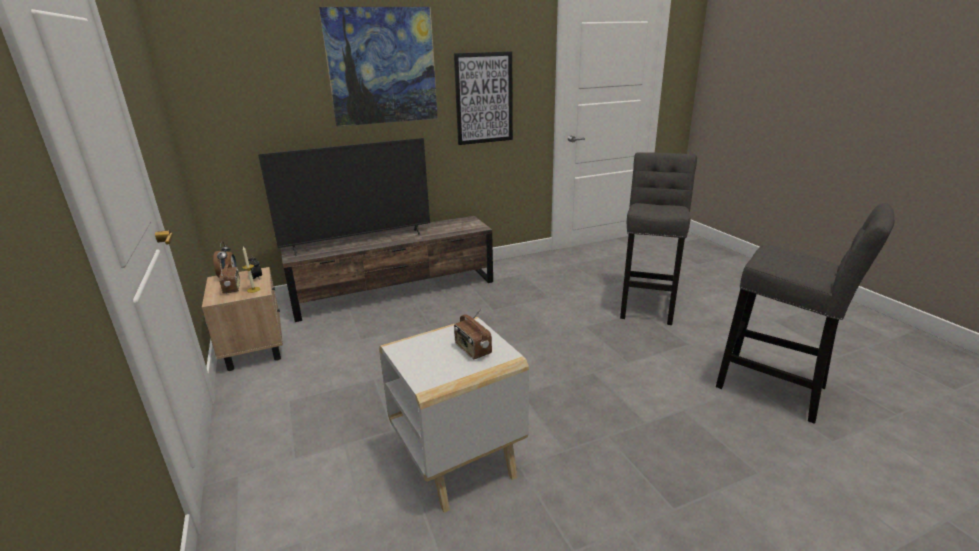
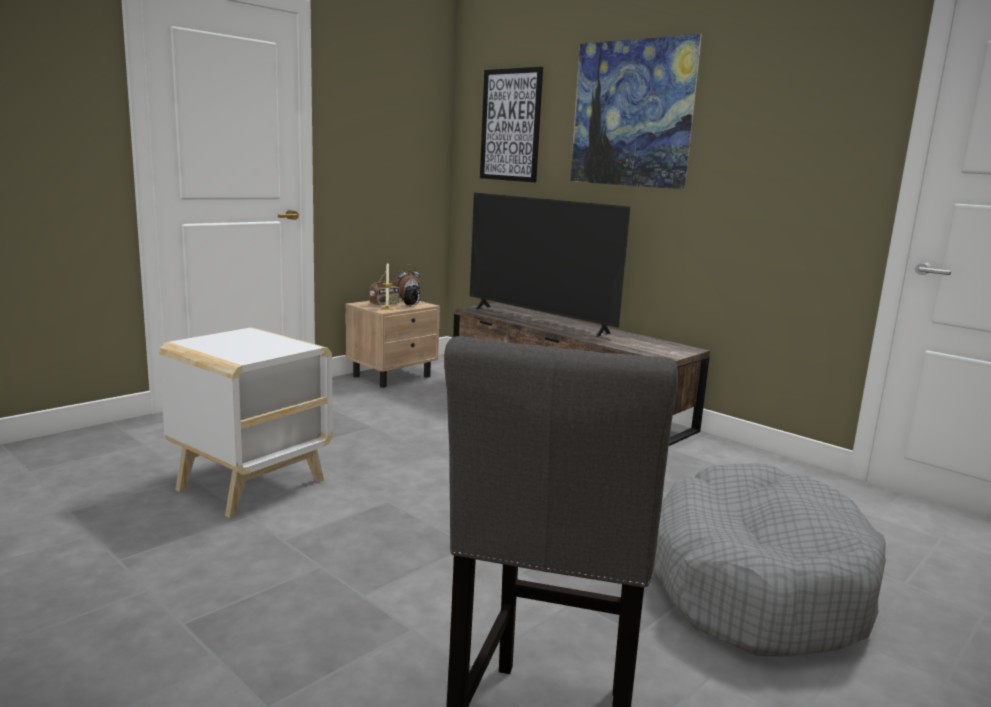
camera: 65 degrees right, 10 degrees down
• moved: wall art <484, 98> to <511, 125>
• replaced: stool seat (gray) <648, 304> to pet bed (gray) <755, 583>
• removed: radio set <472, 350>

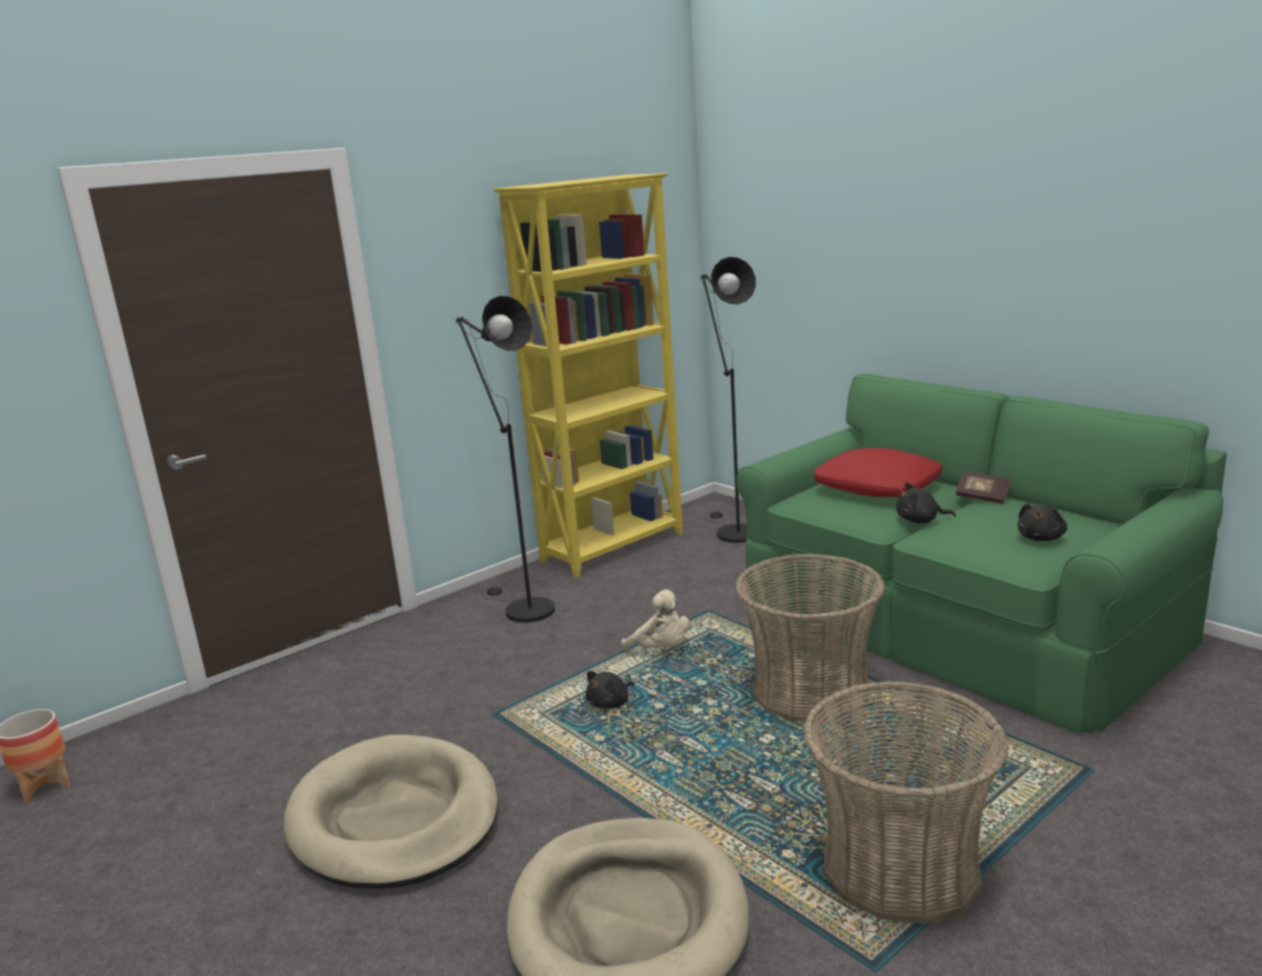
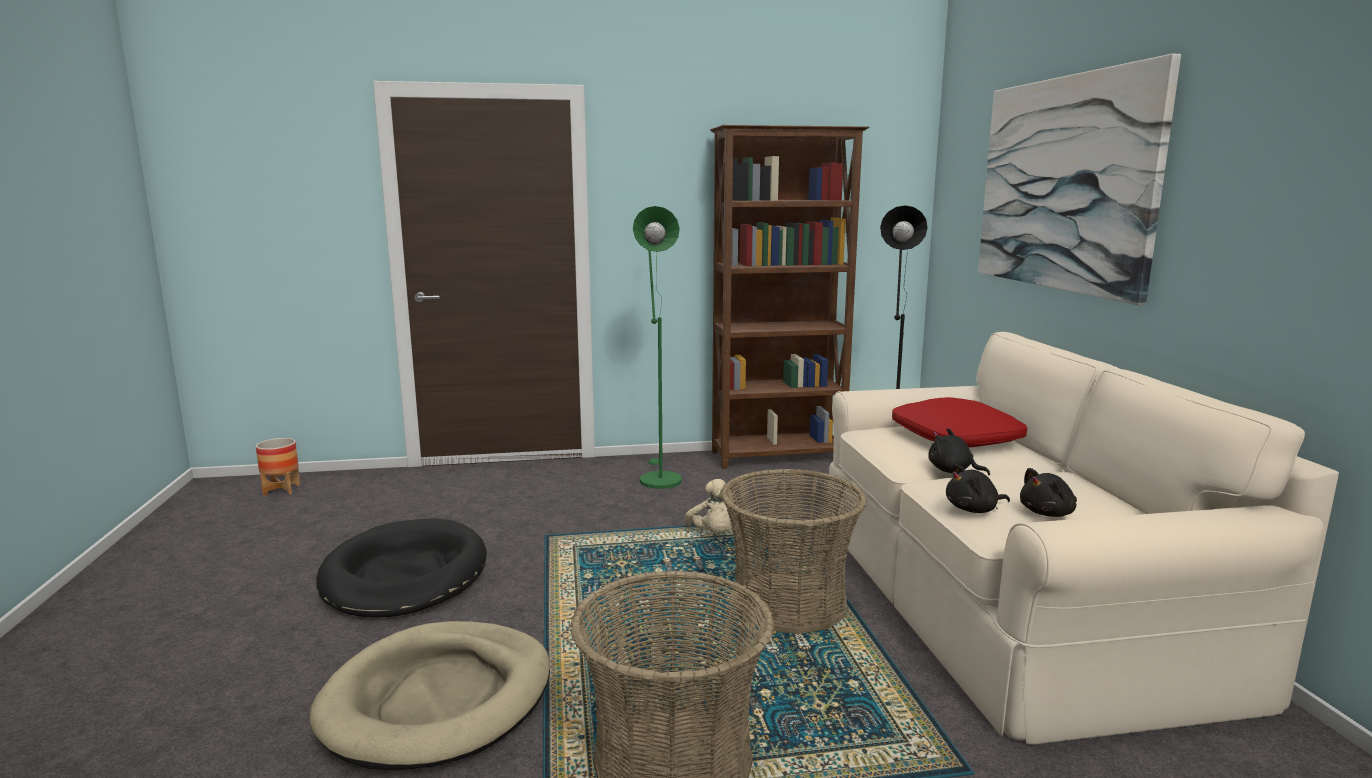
camera: 30 degrees right, 5 degrees down
• recoloured: pet bed (beige-coloured) <395, 819> to pet bed (black-coloured) <405, 575>
• recoloured: floor lamp (black-coloured) <522, 608> to floor lamp (green-coloured) <658, 478>
• recoloured: shelving unit (yellow) <615, 548> to shelving unit (brown-coloured) <779, 457>
• recoloured: couch (green-coloured) <959, 621> to couch (beige-coloured) <1007, 599>
• moved: cuddly toy (black-coloured) <610, 703> to <974, 510>
• added: wall art <1064, 184>
• removed: bound book <982, 497>

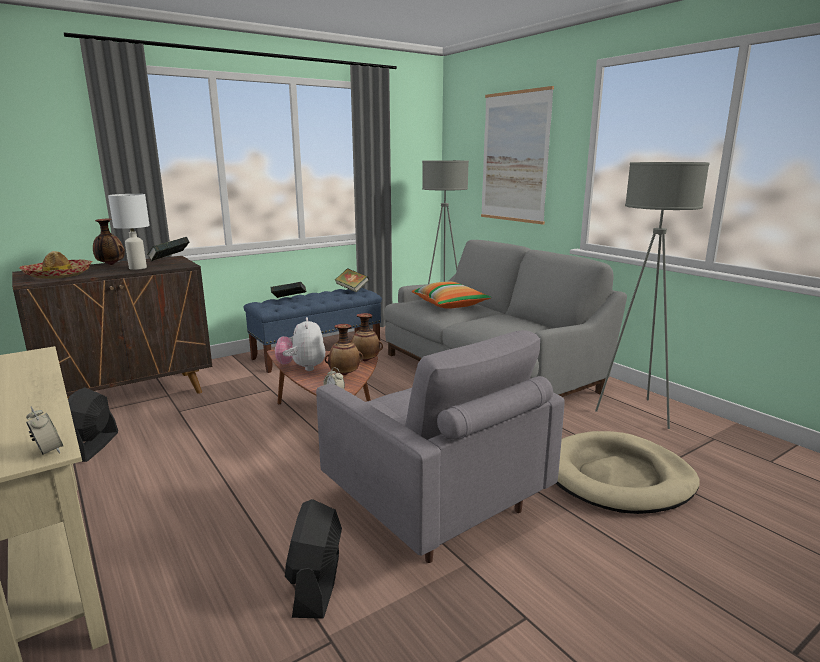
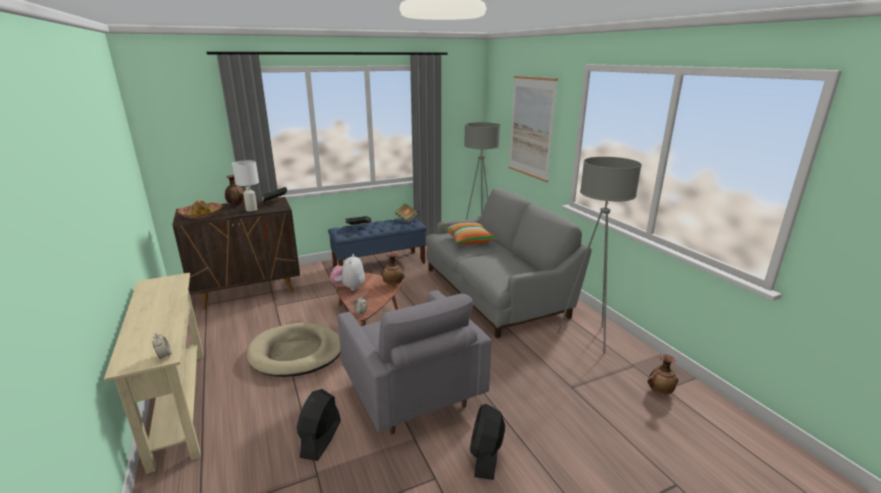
camera: 10 degrees right, 5 degrees up
• moved: pet bed (beige-coloured) <617, 477> to <296, 353>
• moved: fan (black-coloured) <92, 447> to <486, 456>
• moved: vase <344, 374> to <660, 391>

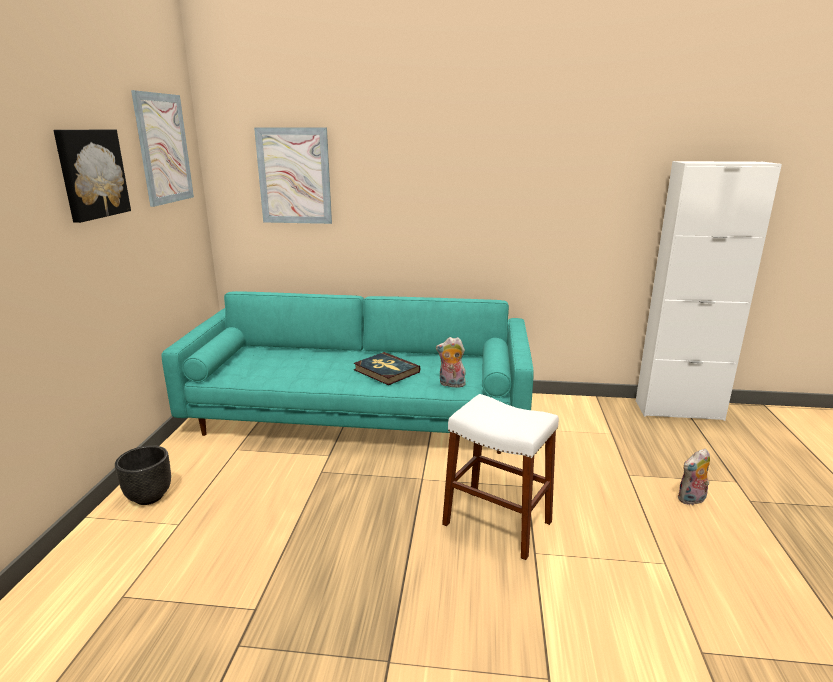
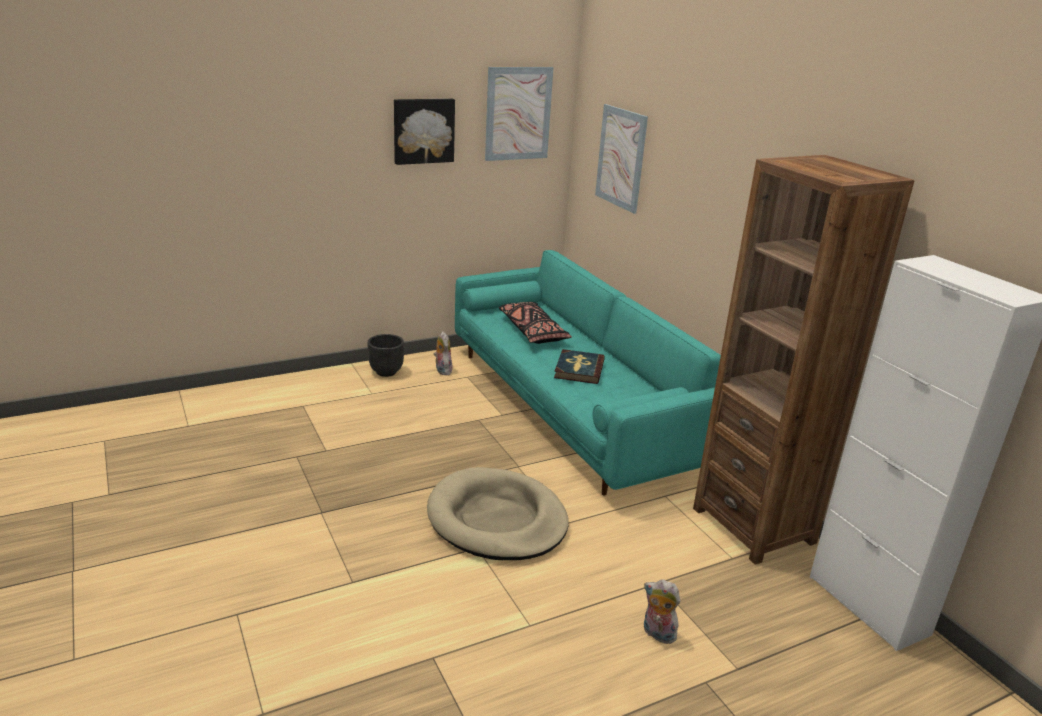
camera: 55 degrees right, 5 degrees up
• replaced: stool seat (white-coloured) <497, 523> to pet bed (beige-coloured) <497, 519>
• moved: cuddly toy <451, 384> to <442, 370>
• added: throw pillow (black-coloured) <532, 331>
• added: shelving unit (brown-coloured) <753, 525>

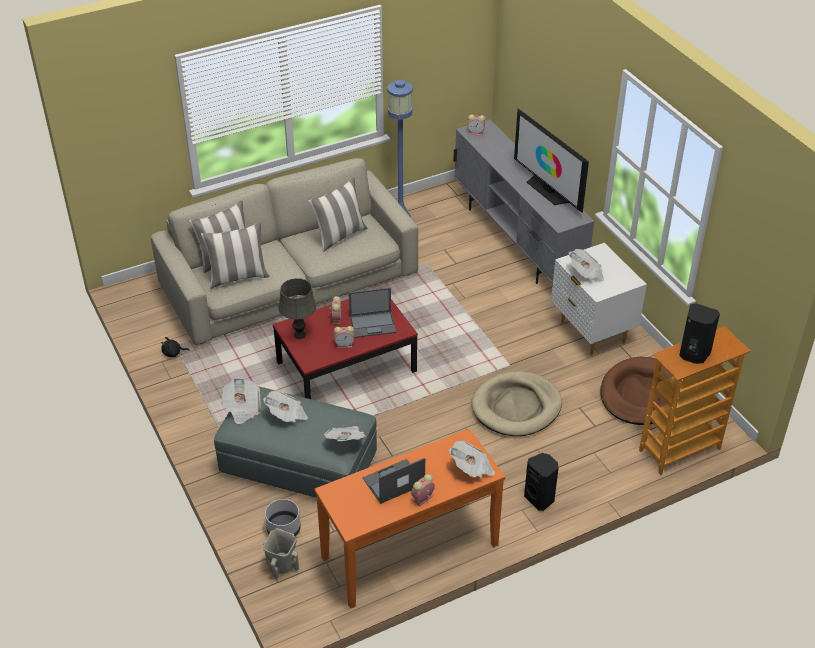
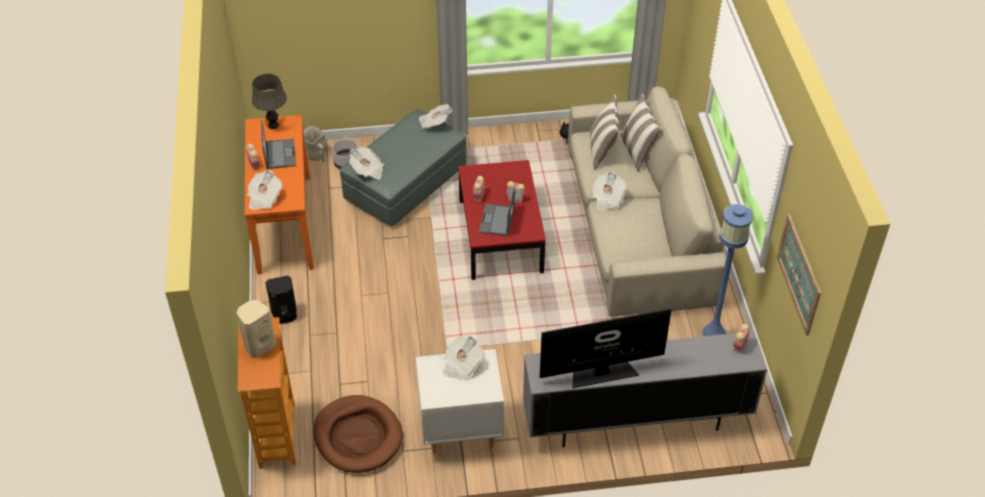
camera: 110 degrees right, 5 degrees up
• recoloured: audio speaker (black-coloured) <693, 355> to audio speaker (beige-coloured) <259, 345>
• moved: tabletop lamp (gray) <299, 334> to <273, 125>
• moved: printed paper <287, 415> to <607, 198>
• added: wall art <799, 274>
• removed: throw pillow <339, 236>
• removed: pet bed (beige-coloured) <516, 407>

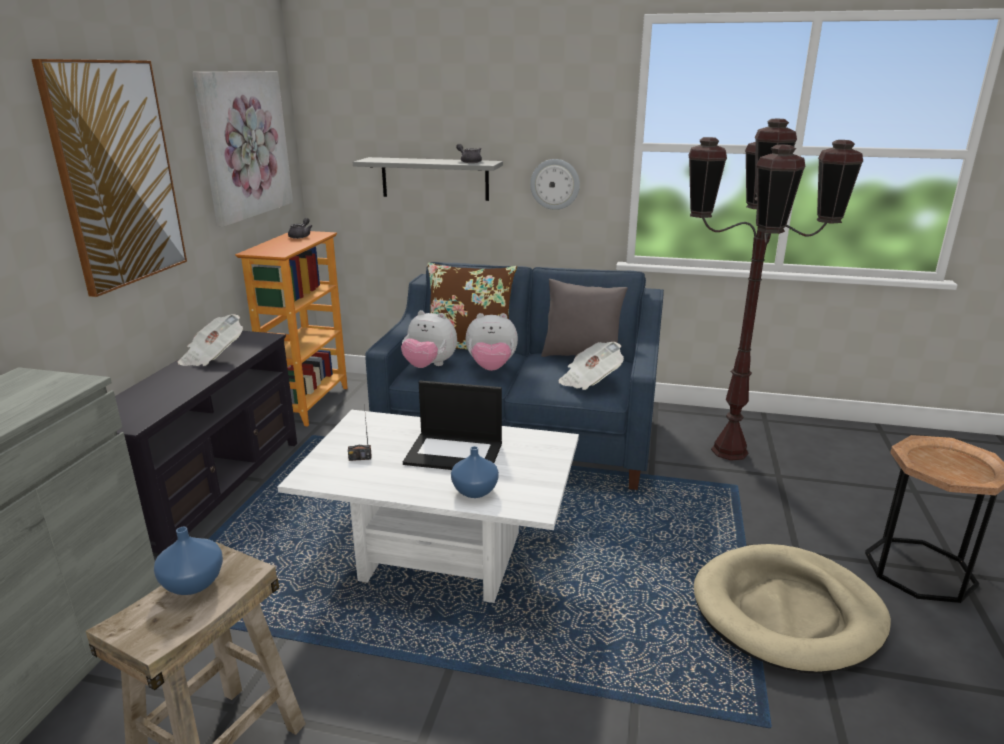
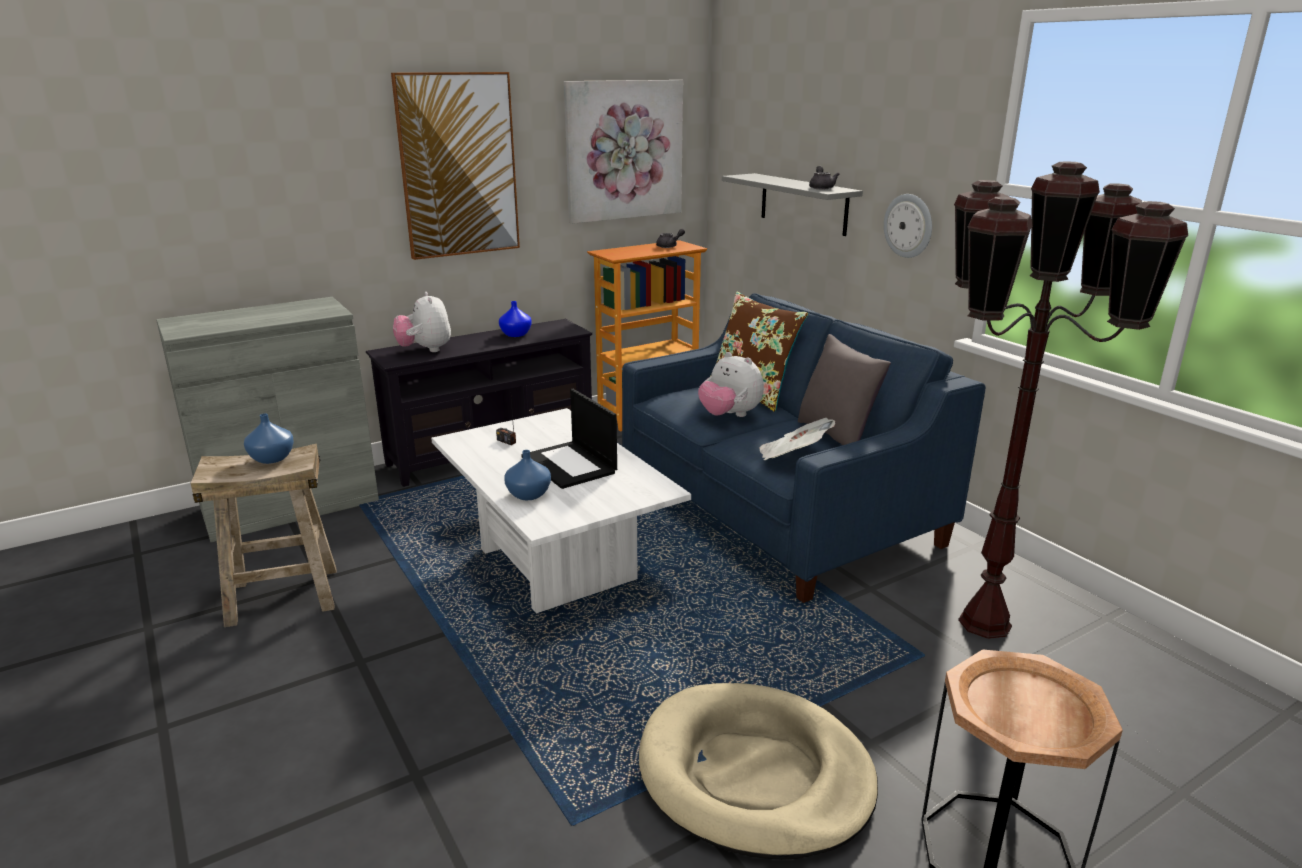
camera: 45 degrees right, 0 degrees up
• moved: cuddly toy <429, 366> to <425, 350>
• replaced: printed paper <213, 357> to vase (bluish) <515, 334>

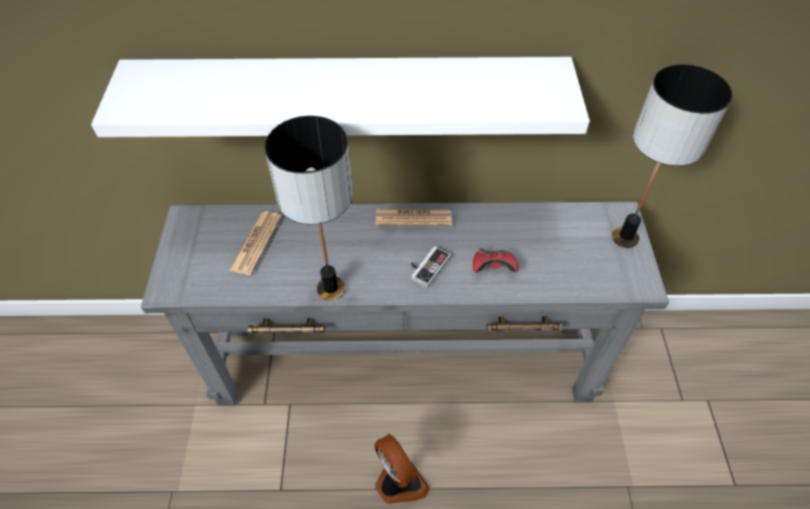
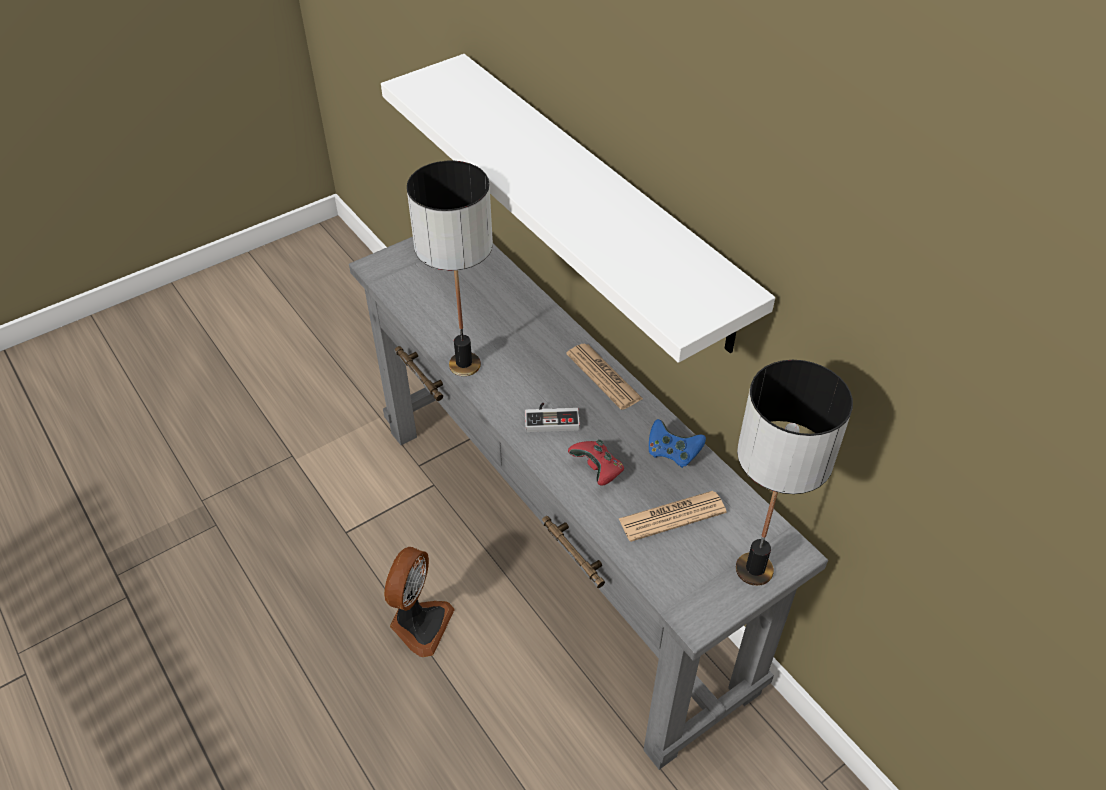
camera: 55 degrees right, 5 degrees down
• moved: printed paper <256, 243> to <672, 516>
• added: joypad (bluish) <672, 453>

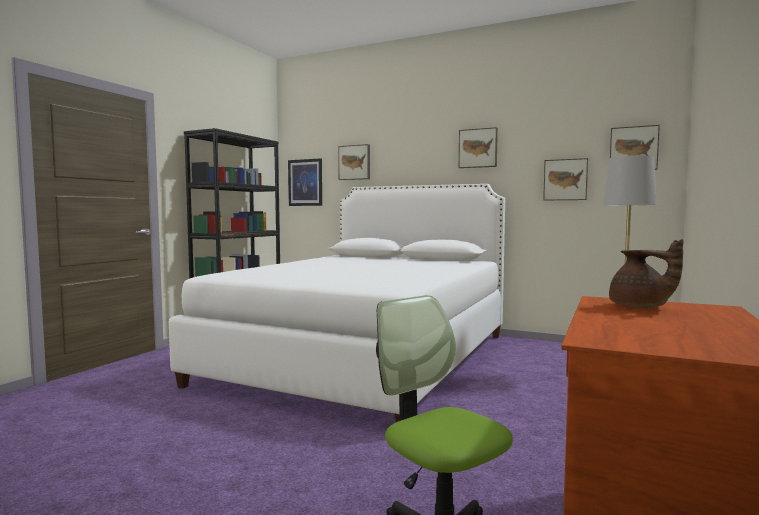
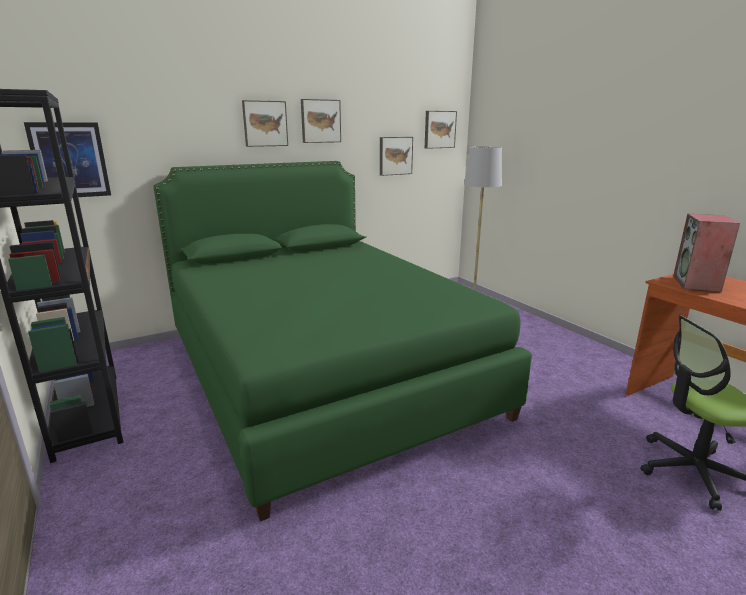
camera: 55 degrees left, 15 degrees up
• recoloured: bed (white-coloured) <365, 357> to bed (green-coloured) <322, 373>
• moved: wall art <355, 162> to <265, 123>
• replaced: teapot (brown-coloured) <640, 307> to audio speaker <697, 284>

